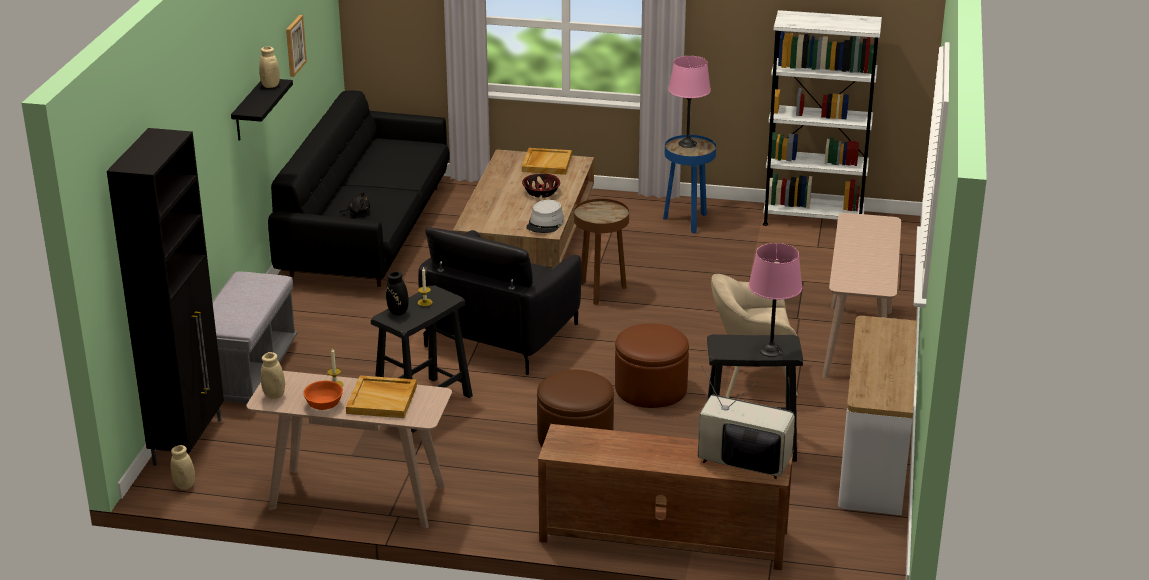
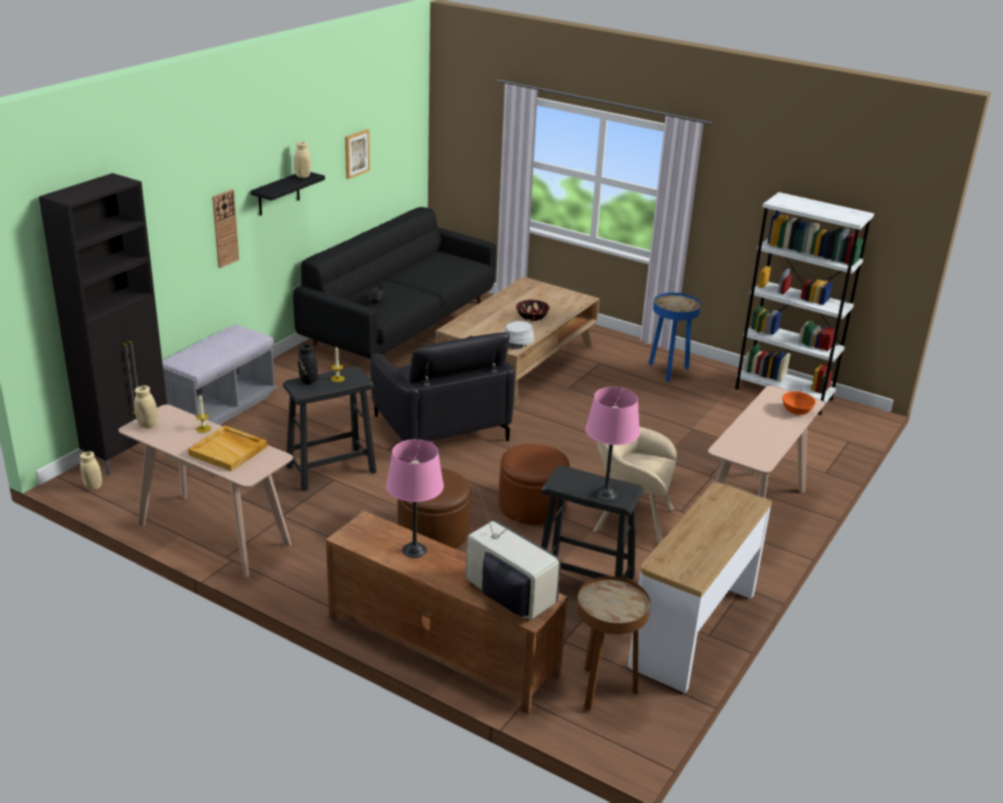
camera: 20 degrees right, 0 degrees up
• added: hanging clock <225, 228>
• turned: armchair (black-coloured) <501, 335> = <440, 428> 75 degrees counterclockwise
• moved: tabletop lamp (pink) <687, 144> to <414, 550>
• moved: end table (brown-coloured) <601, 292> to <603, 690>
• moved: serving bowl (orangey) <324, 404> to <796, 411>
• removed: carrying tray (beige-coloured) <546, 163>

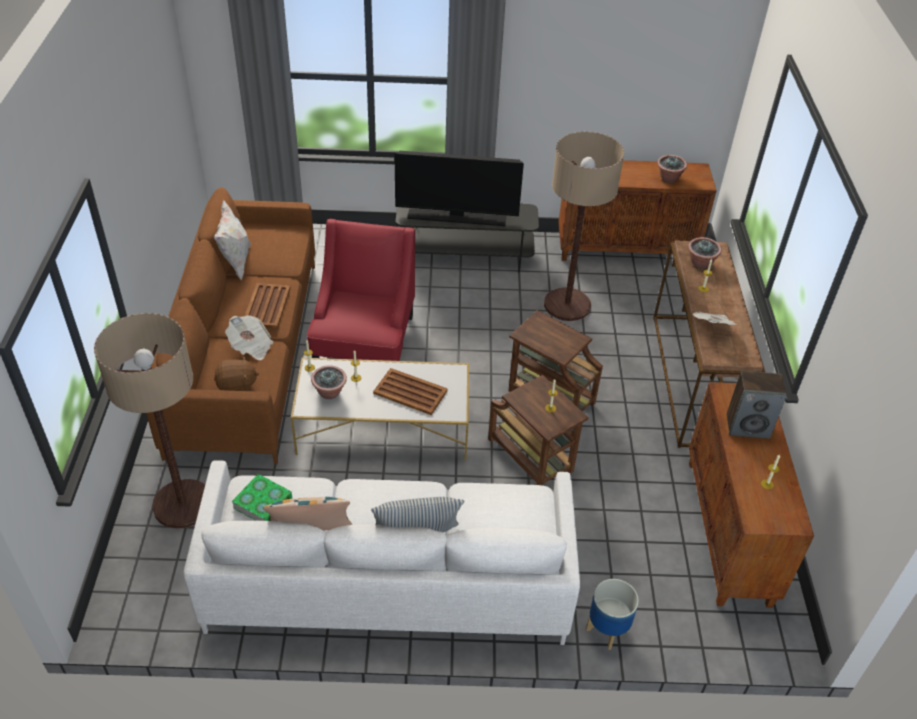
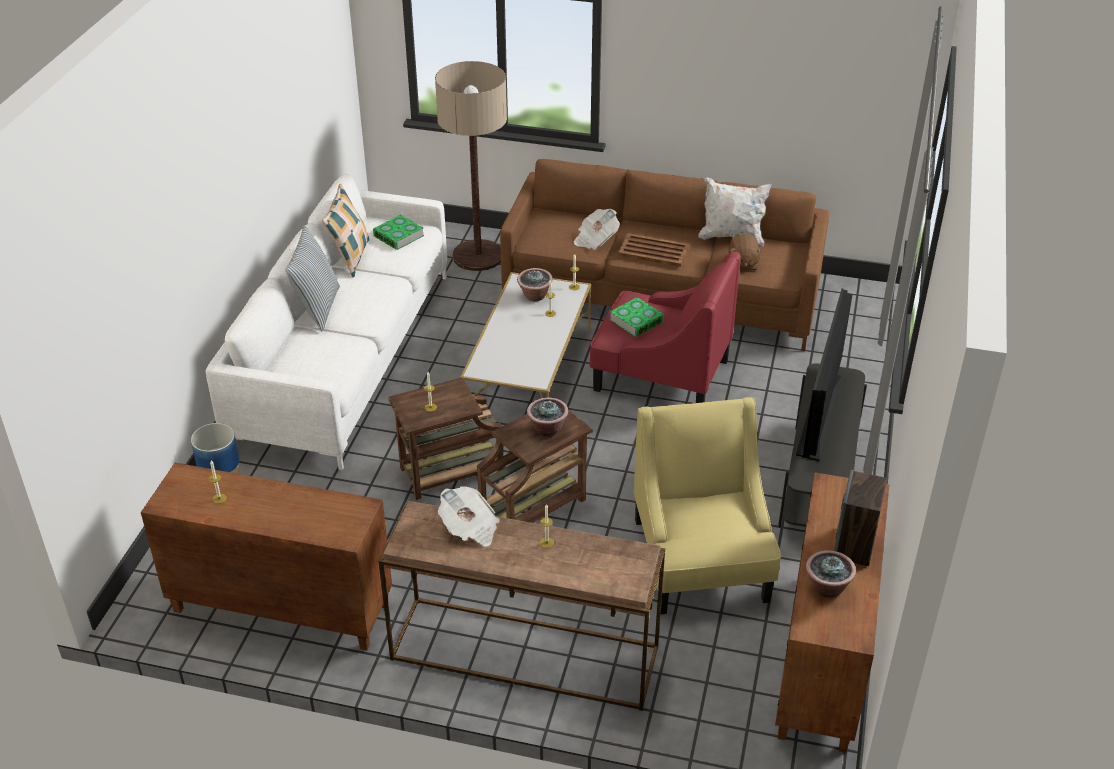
camera: 105 degrees right, 5 degrees down
• moved: plant in a pot <700, 263> to <547, 429>
• added: bound book <636, 321>
• replaced: floor lamp <567, 305> to armchair (yellow) <700, 560>
• moved: cuddly toy (brown-coloured) <237, 386> to <742, 264>
• moved: audio speaker <748, 426> to <854, 546>
• removed: carrying tray (brown-coloured) <411, 392>

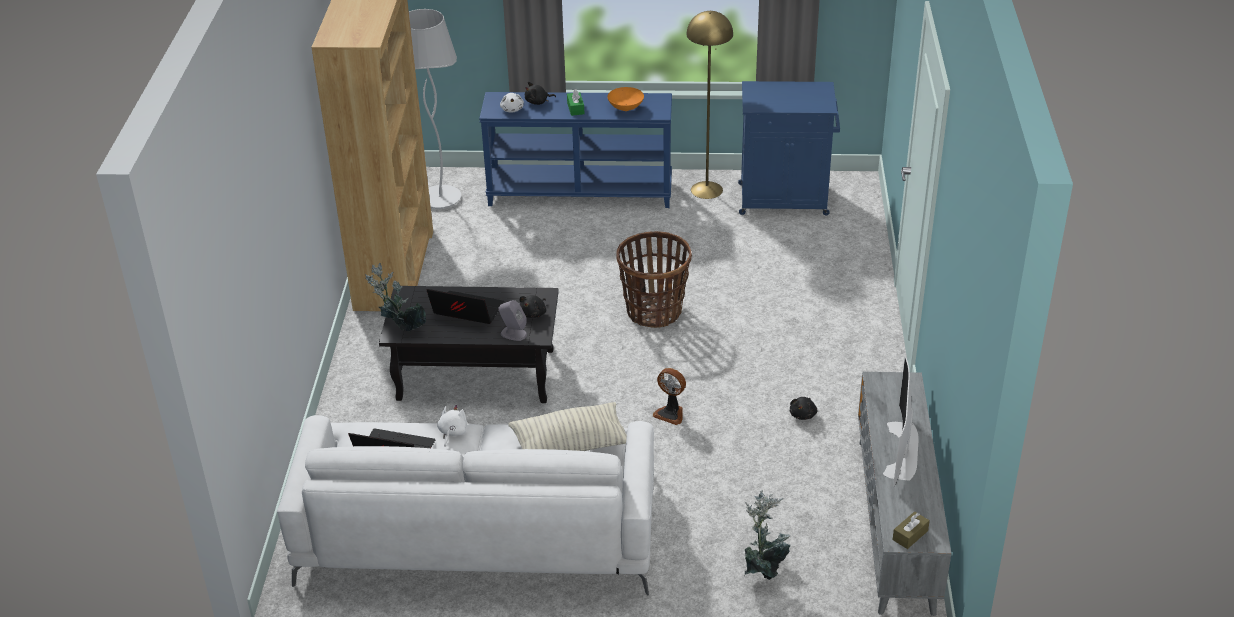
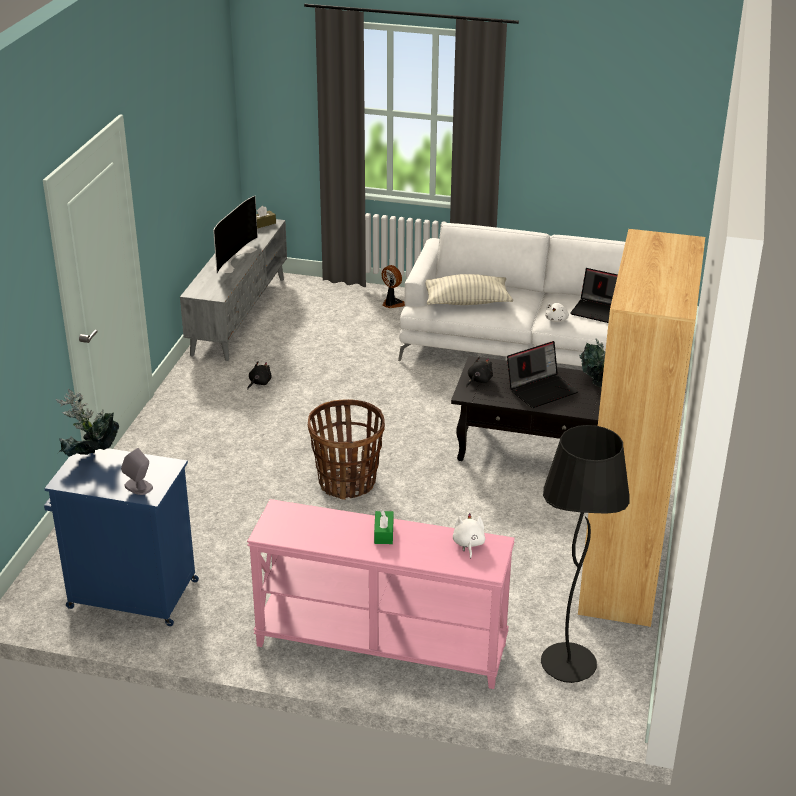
camera: 170 degrees left, 5 degrees down
• moved: plant in a pot <764, 571> to <90, 458>
• moved: audio speaker (gray) <513, 333> to <139, 487>
• recoloured: narrow table (bluish) <580, 192> to narrow table (pink) <380, 646>
• moved: fan <670, 413> to <392, 304>
• turned: portable computer <466, 312> = <542, 389> 60 degrees counterclockwise
• recoloured: floor lamp (white-coloured) <440, 199> to floor lamp (black-coloured) <568, 665>
• removed: cuddly toy (black-coloured) <538, 102>
• removed: serving bowl (orangey) <625, 108>
• removed: floor lamp (yellow) <707, 189>

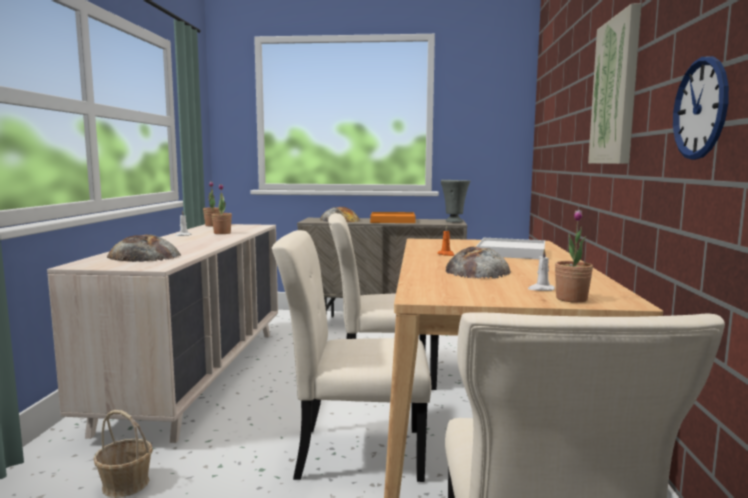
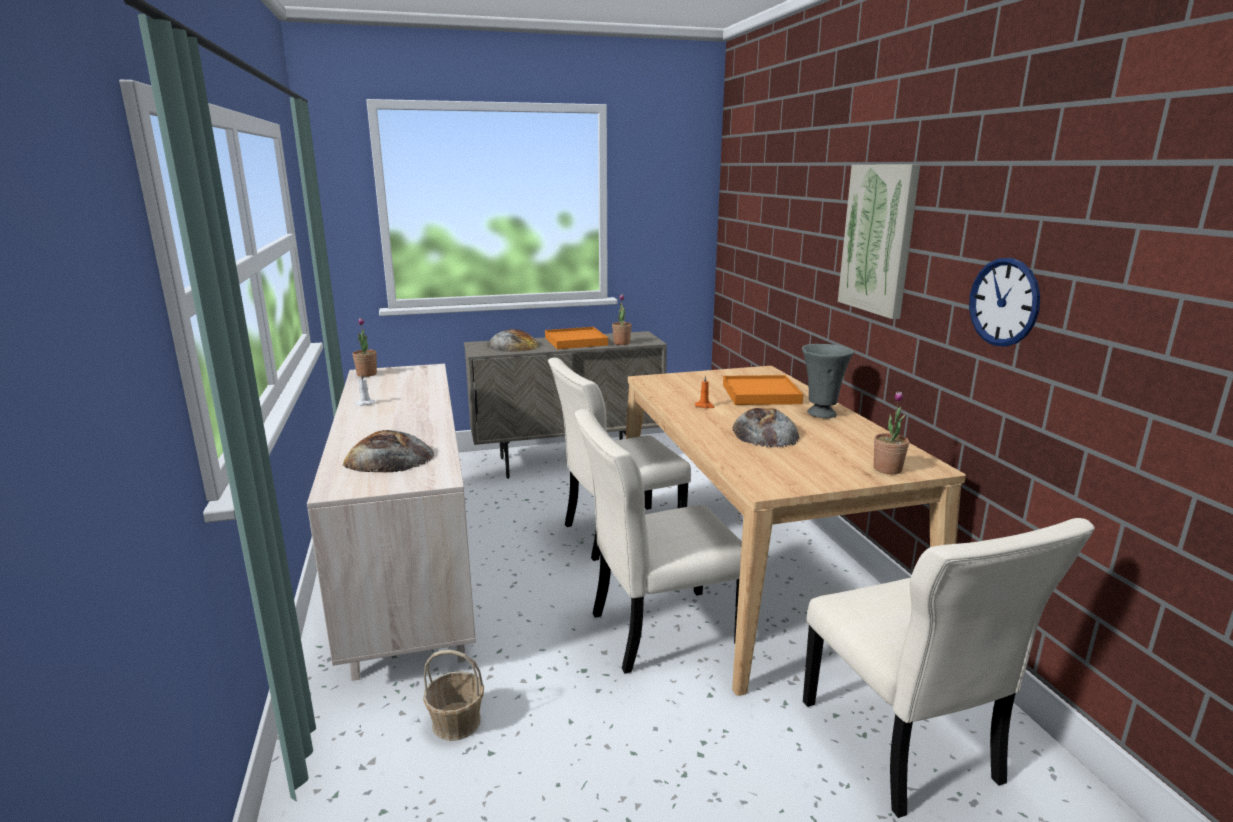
camera: 20 degrees left, 10 degrees up
• moved: plant in a pot <222, 233> to <621, 343>
• recoloured: carrying tray (white-coloured) <511, 252> to carrying tray (orangey) <760, 394>
• moved: vase (gray) <454, 221> to <820, 413>
• removed: wax candle (white-coloured) <540, 289>

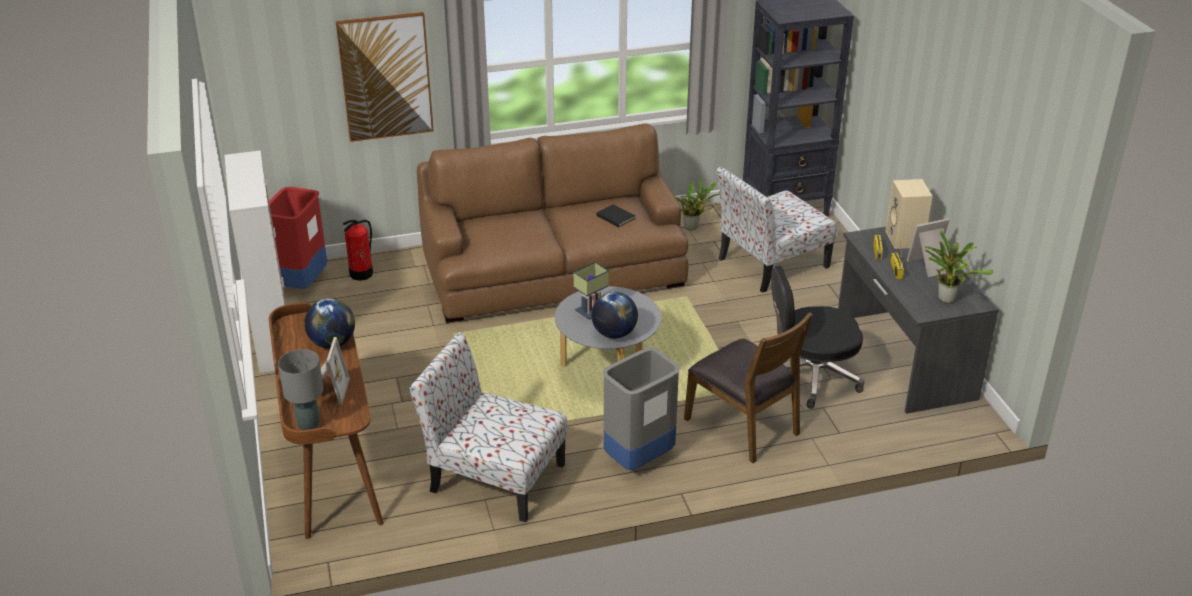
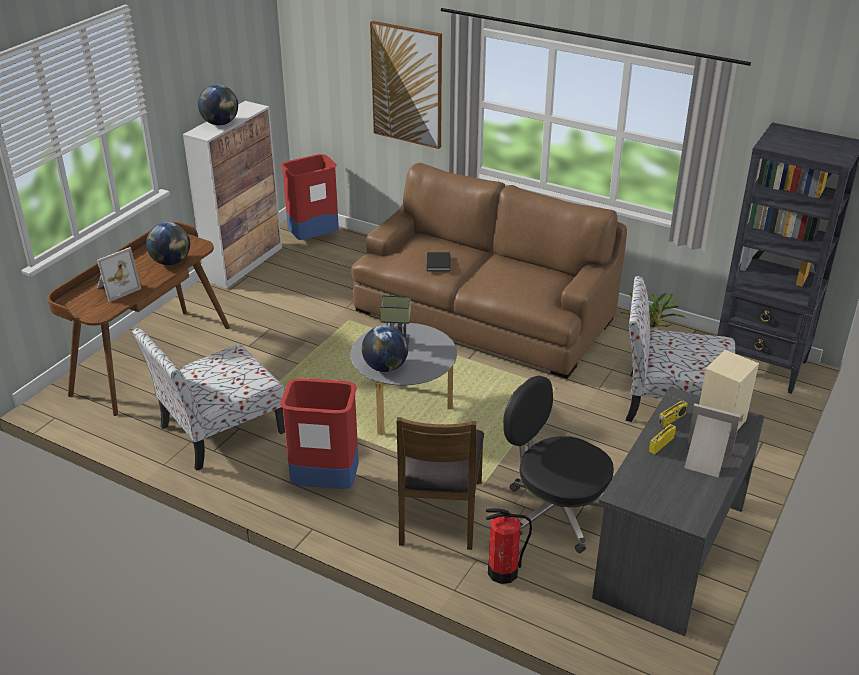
camera: 45 degrees right, 0 degrees up
• turned: chair <494, 477> = <219, 430> 105 degrees counterclockwise
• added: world globe <220, 123>
• recoloured: rubbish bin (gray) <639, 459> to rubbish bin (reddish) <325, 484>
• moved: bound book (black-coloured) <615, 216> to <439, 262>
• moved: fire extinguisher <361, 274> to <503, 572>
• removed: tabletop lamp (gray) <309, 425>
• removed: plant in a pot <945, 297>

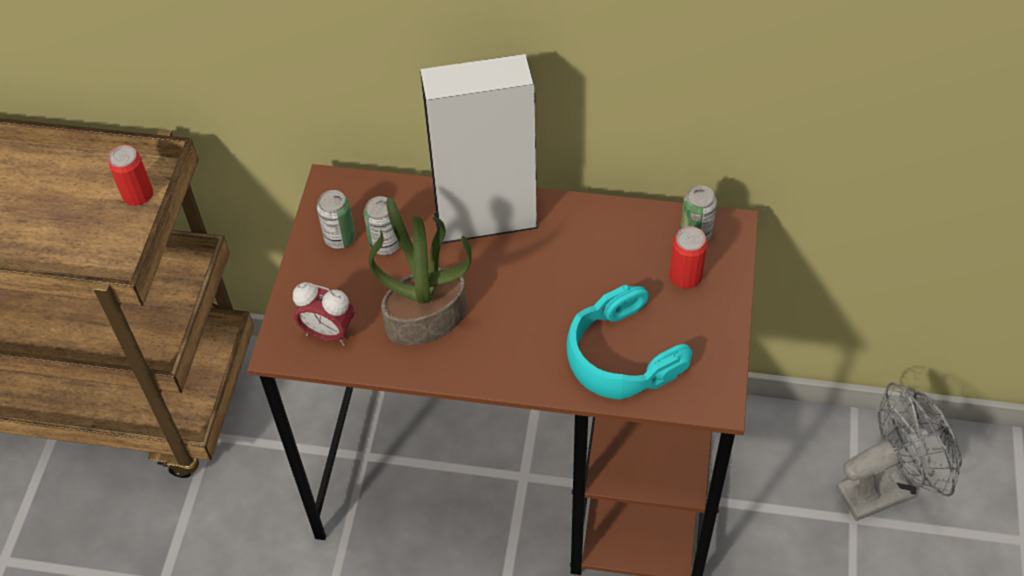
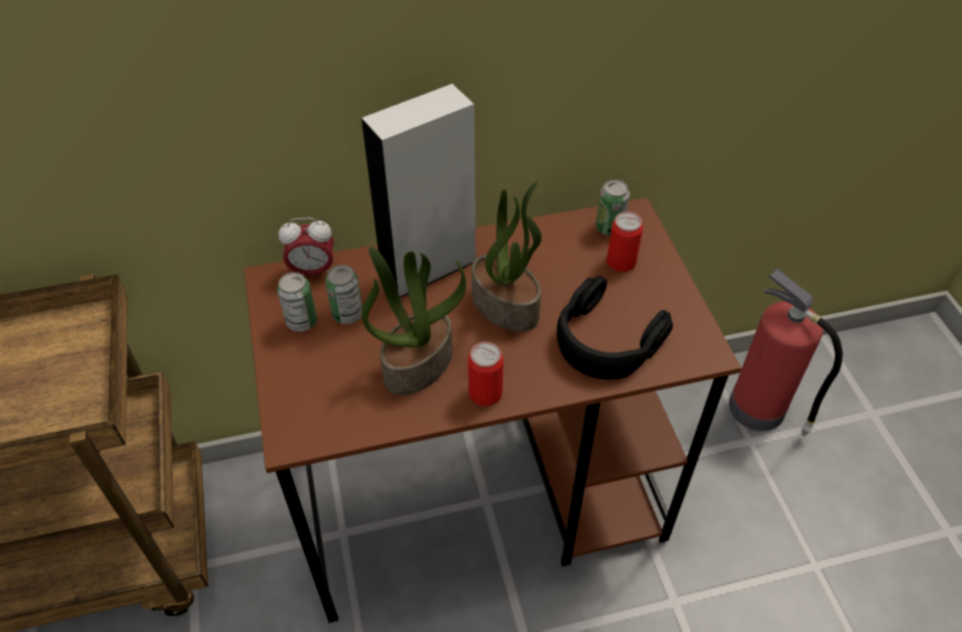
camera: 25 degrees left, 5 degrees down
• moved: bedside clock <328, 333> to <312, 271>
• moved: metal can <137, 194> to <485, 393>
• added: plant in a pot <506, 305>
• recoloured: headphones (blue-green) <621, 355> to headphones (black-coloured) <606, 340>
• replaced: fan (gray) <885, 488> to fire extinguisher <759, 409>

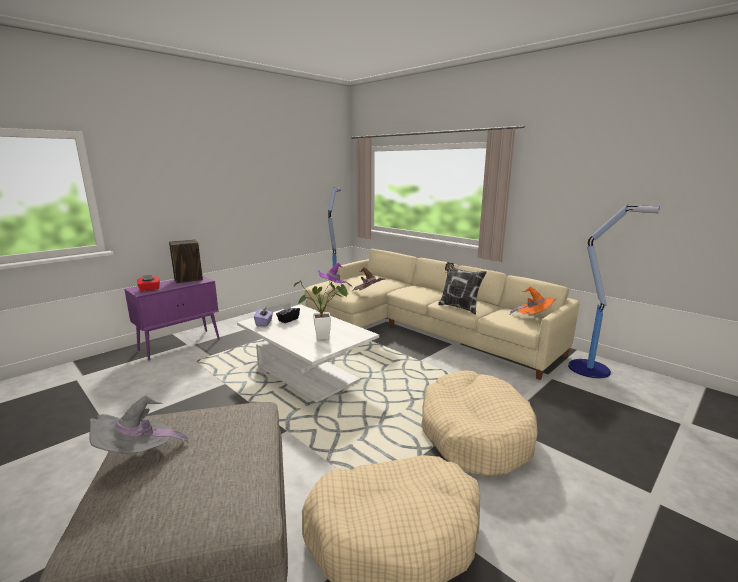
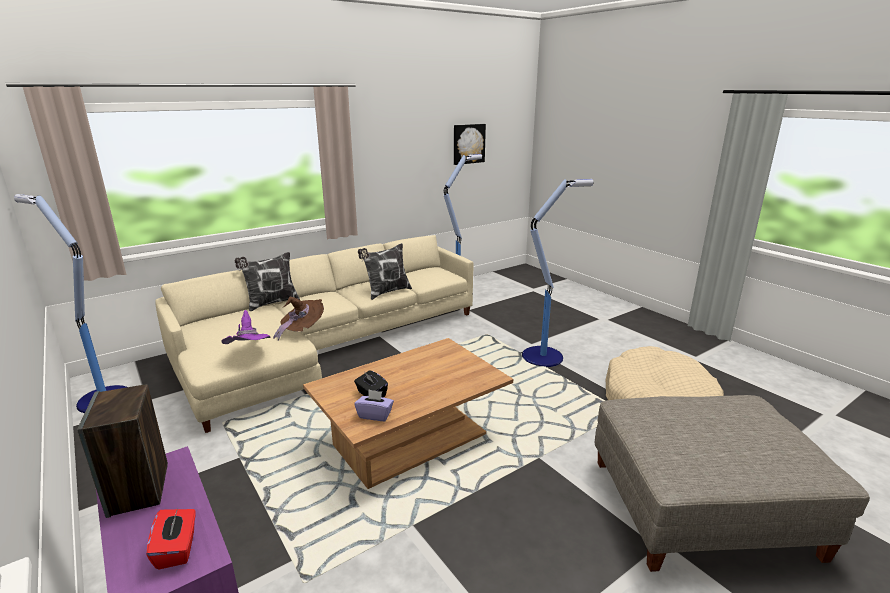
camera: 80 degrees left, 5 degrees up
• added: throw pillow <271, 303>
• recoloured: coffee table (white-coloured) <307, 373> to coffee table (brown-coloured) <411, 440>
• added: wall art <468, 144>
• replaced: pet bed (beige-coloured) <474, 433> to floor lamp <544, 356>
• removed: hat (gray) <139, 454>
• removed: plant in a pot <326, 337>
• removed: hat (orangey) <534, 317>

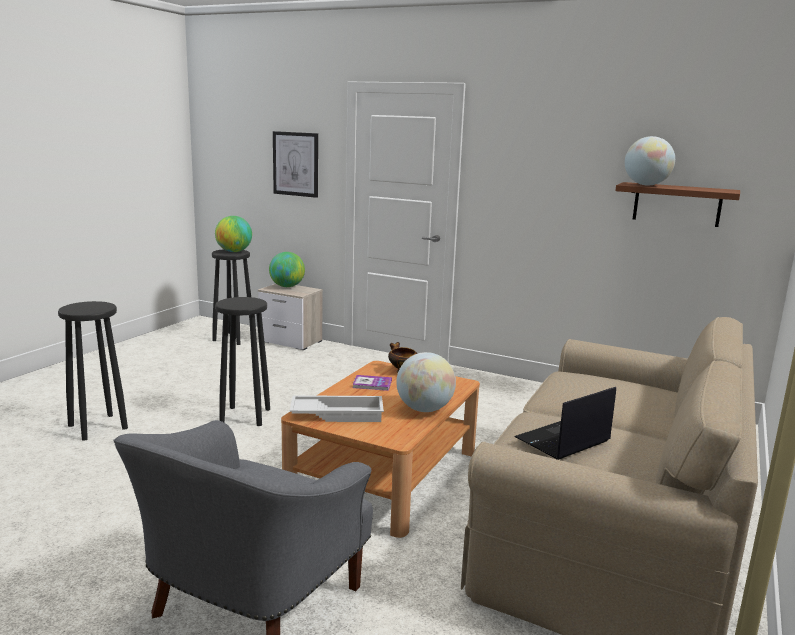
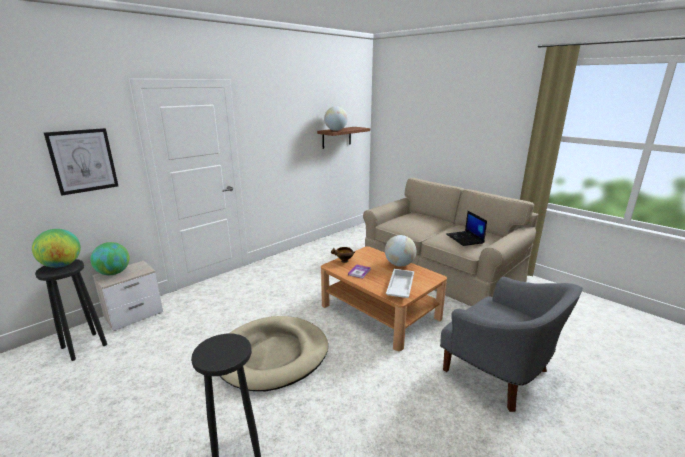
camera: 70 degrees left, 5 degrees up
• replaced: stool seat (black-coloured) <245, 416> to pet bed (beige-coloured) <272, 355>

